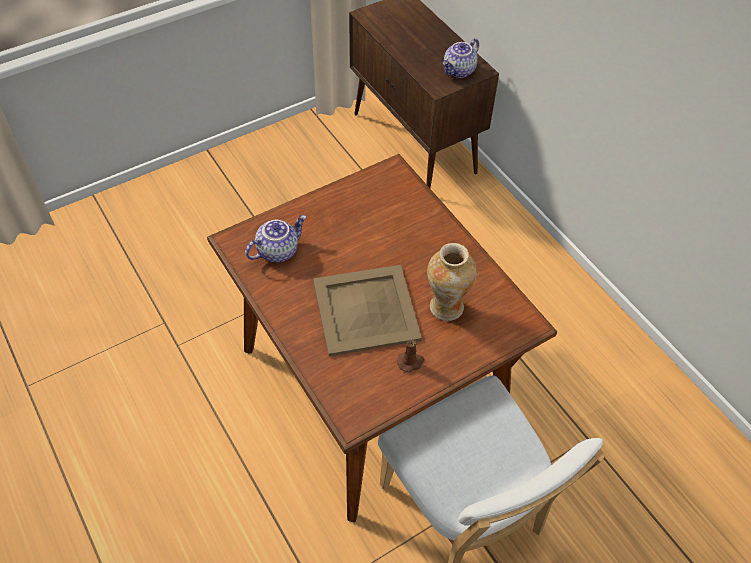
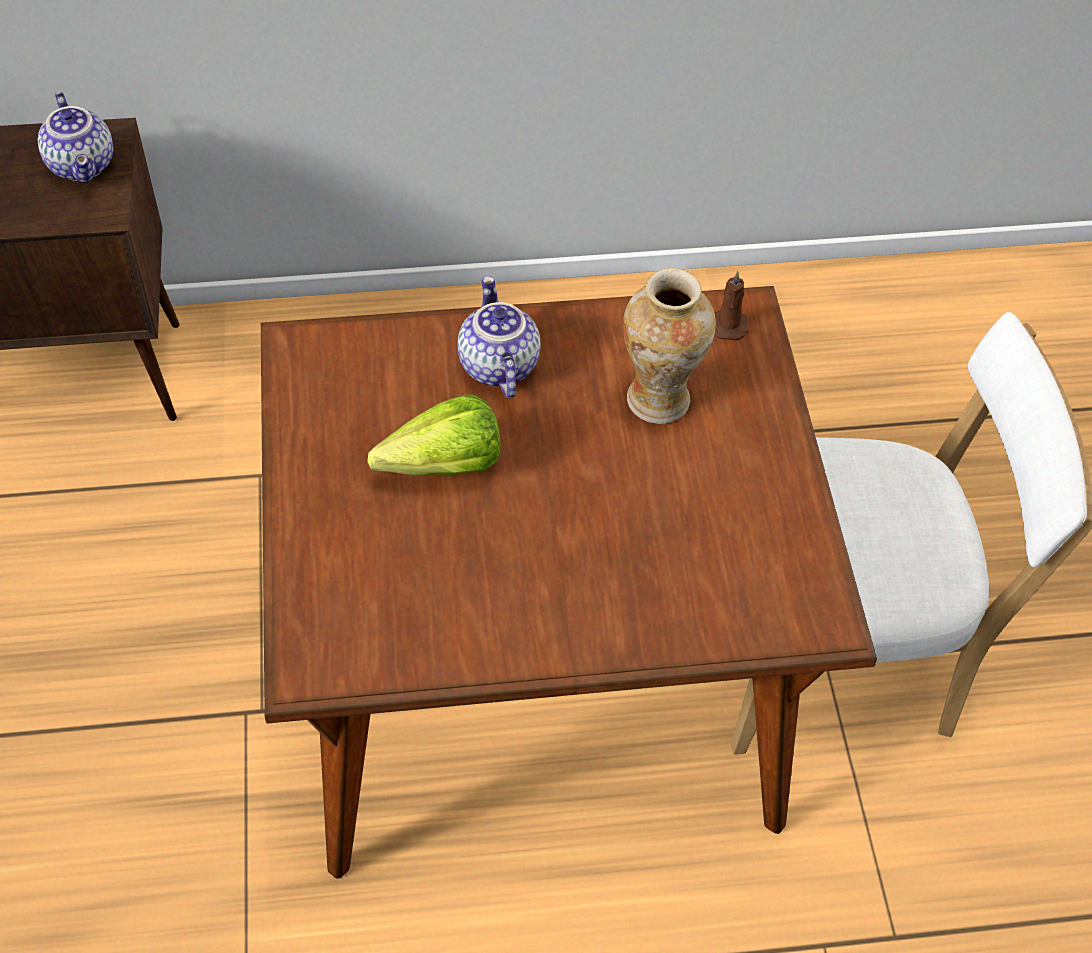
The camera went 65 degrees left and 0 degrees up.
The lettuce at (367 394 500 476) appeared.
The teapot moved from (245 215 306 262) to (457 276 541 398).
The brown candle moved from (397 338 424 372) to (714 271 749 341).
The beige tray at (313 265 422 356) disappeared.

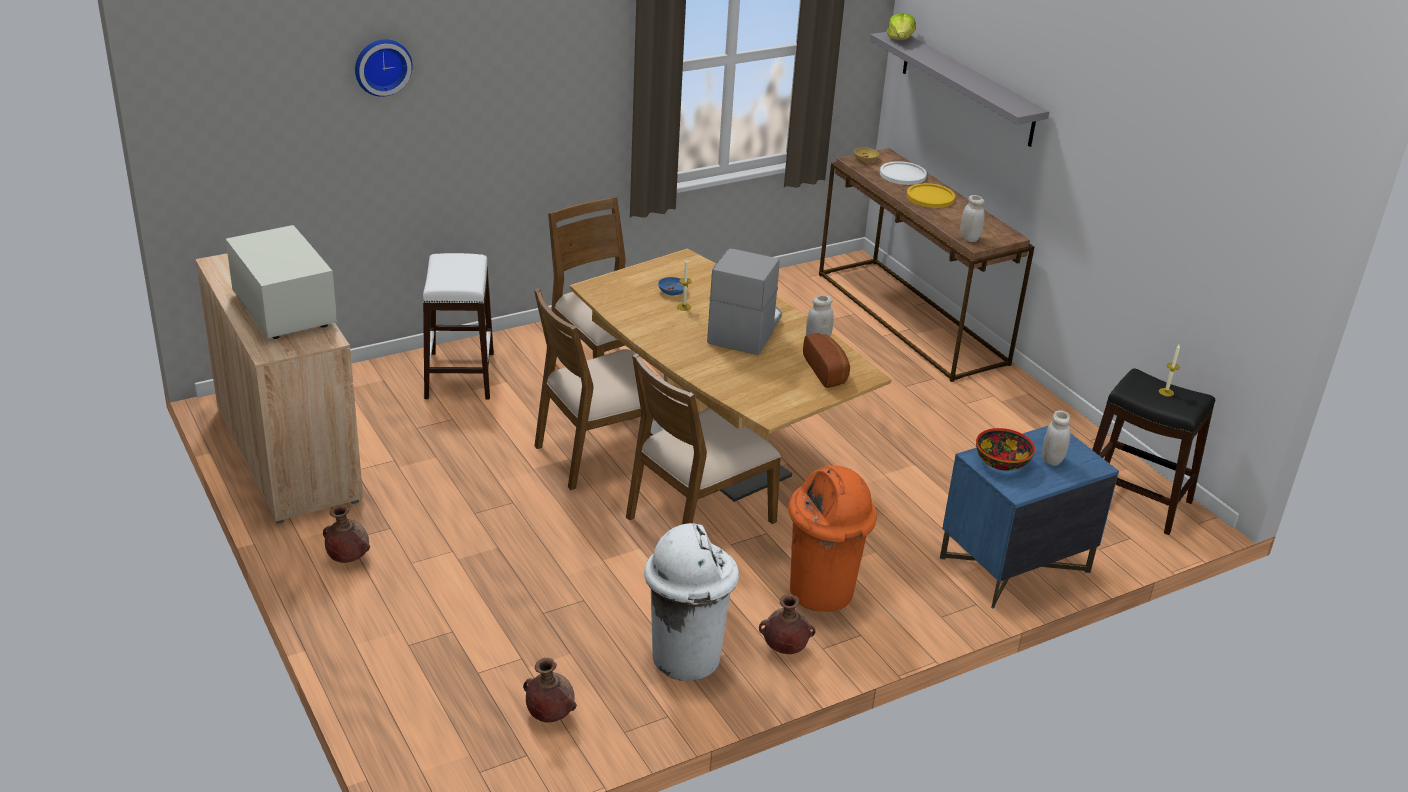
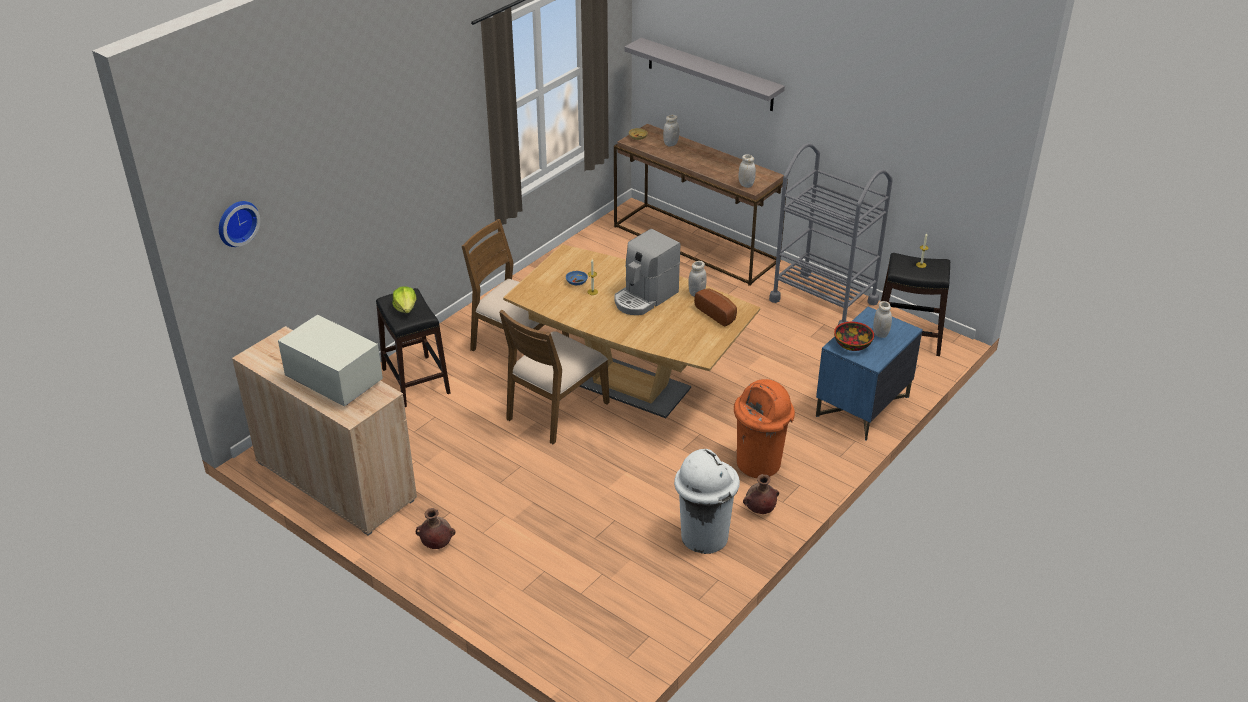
The camera went 20 degrees left and 5 degrees up.
The wall clock moved from (355 39 412 97) to (219 201 260 247).
The white stool at (423 253 494 400) became the black stool at (376 288 451 407).
The lettuce moved from (887 13 916 40) to (392 286 416 313).
The coffee machine at (707 248 782 355) turned 135 degrees counterclockwise.
The white plate at (880 161 927 185) was replaced by the white jar at (663 115 679 146).
The grey cart at (769 143 893 325) appeared.
The brown vase at (523 658 577 722) disappeared.
The brown chair at (626 353 781 524) disappeared.
The yellow plate at (907 183 955 208) disappeared.

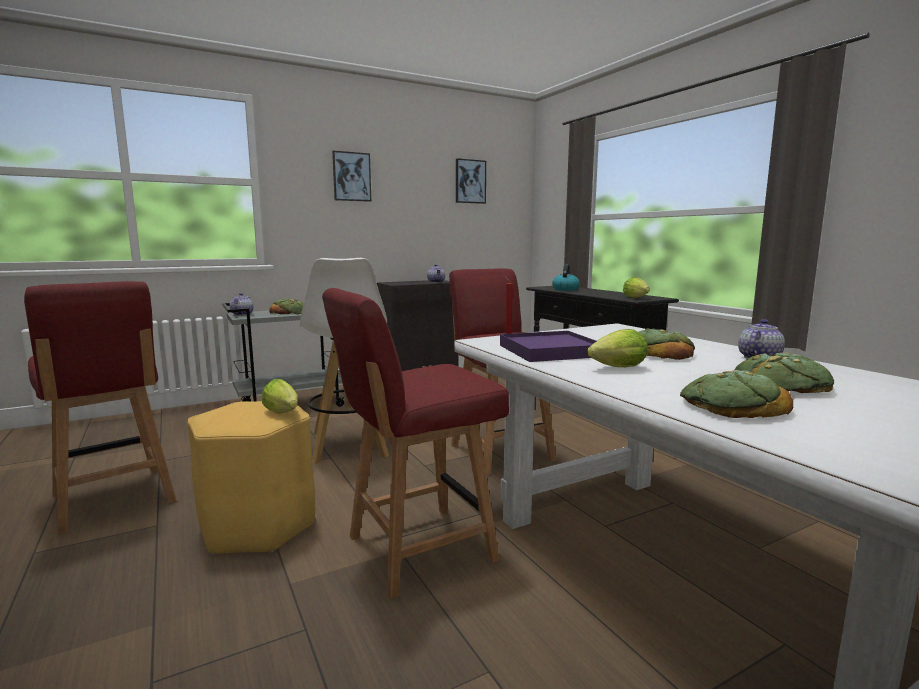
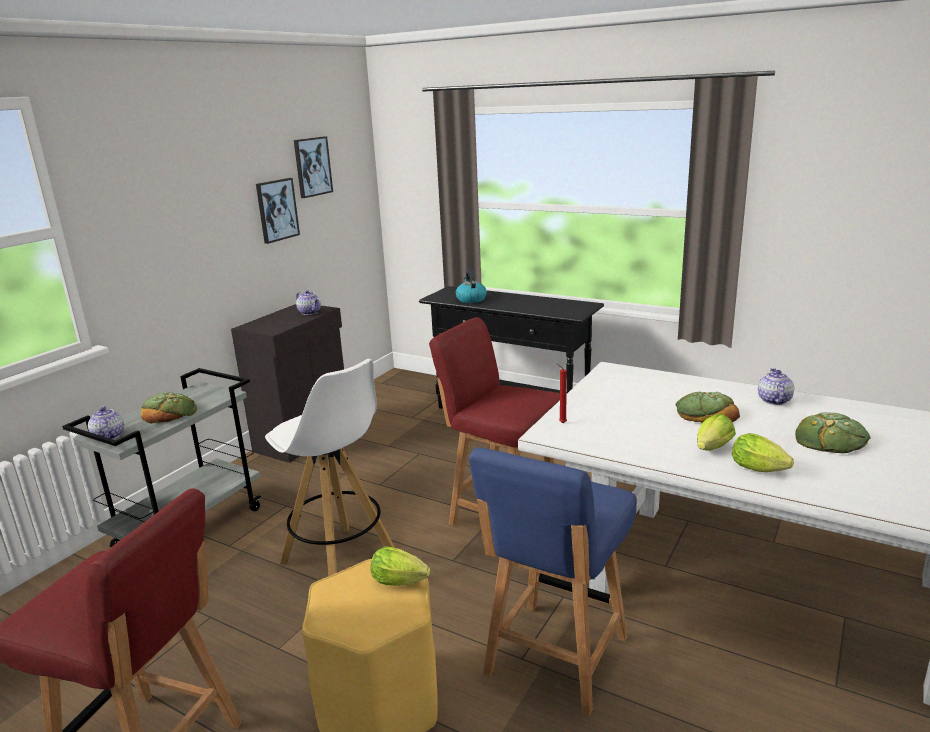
The camera went 30 degrees left and 10 degrees up.
The picture moved from (332 151 371 202) to (256 178 300 244).
The red chair at (322 288 509 599) became the blue chair at (469 447 637 715).
The lettuce moved from (623 277 650 298) to (732 433 794 472).
The purple tray at (500 331 596 362) disappeared.
The bread at (680 370 793 418) disappeared.

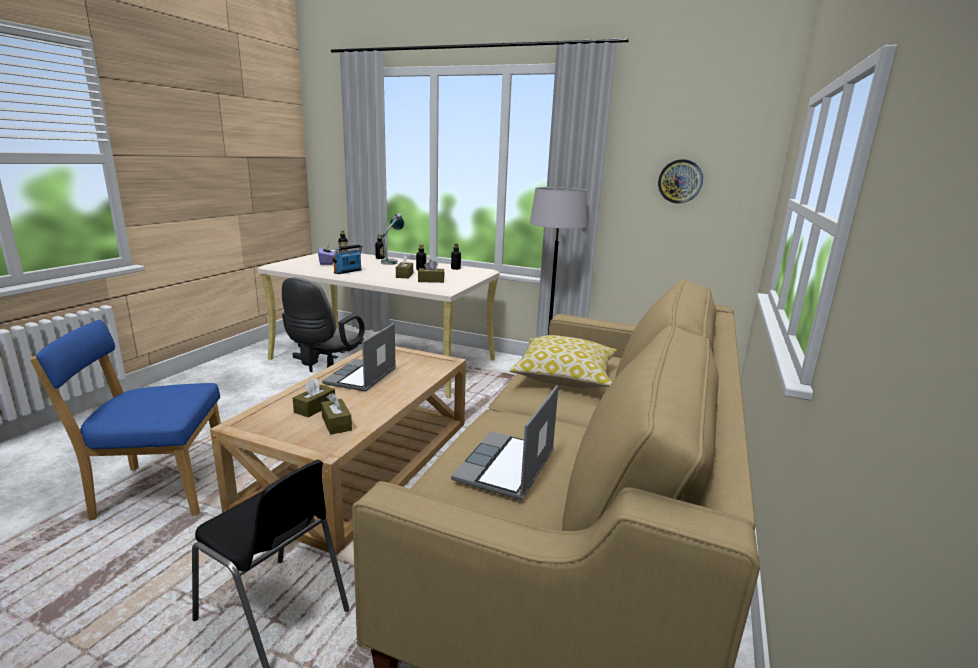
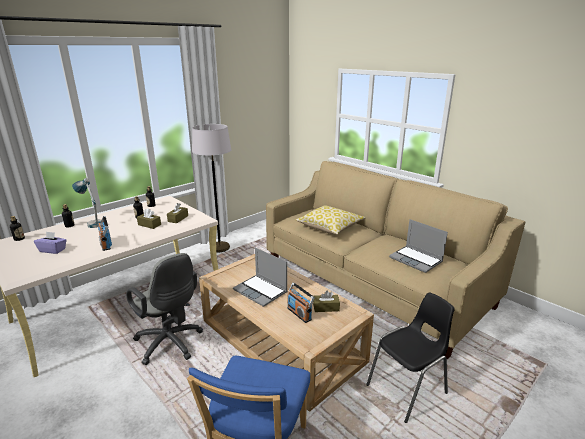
The camera went 65 degrees left and 5 degrees up.
The brown tissue box at (293 378 335 418) was replaced by the radio at (287 283 315 323).
The wall clock at (658 159 703 204) disappeared.

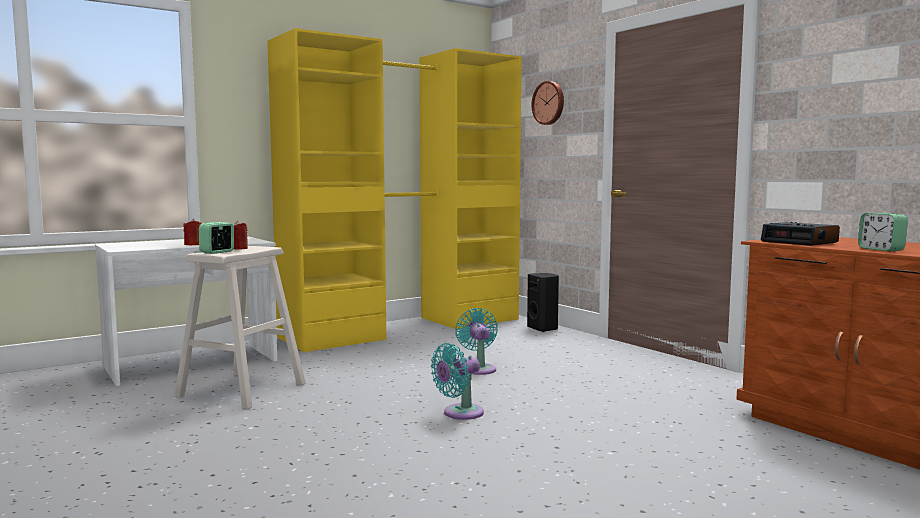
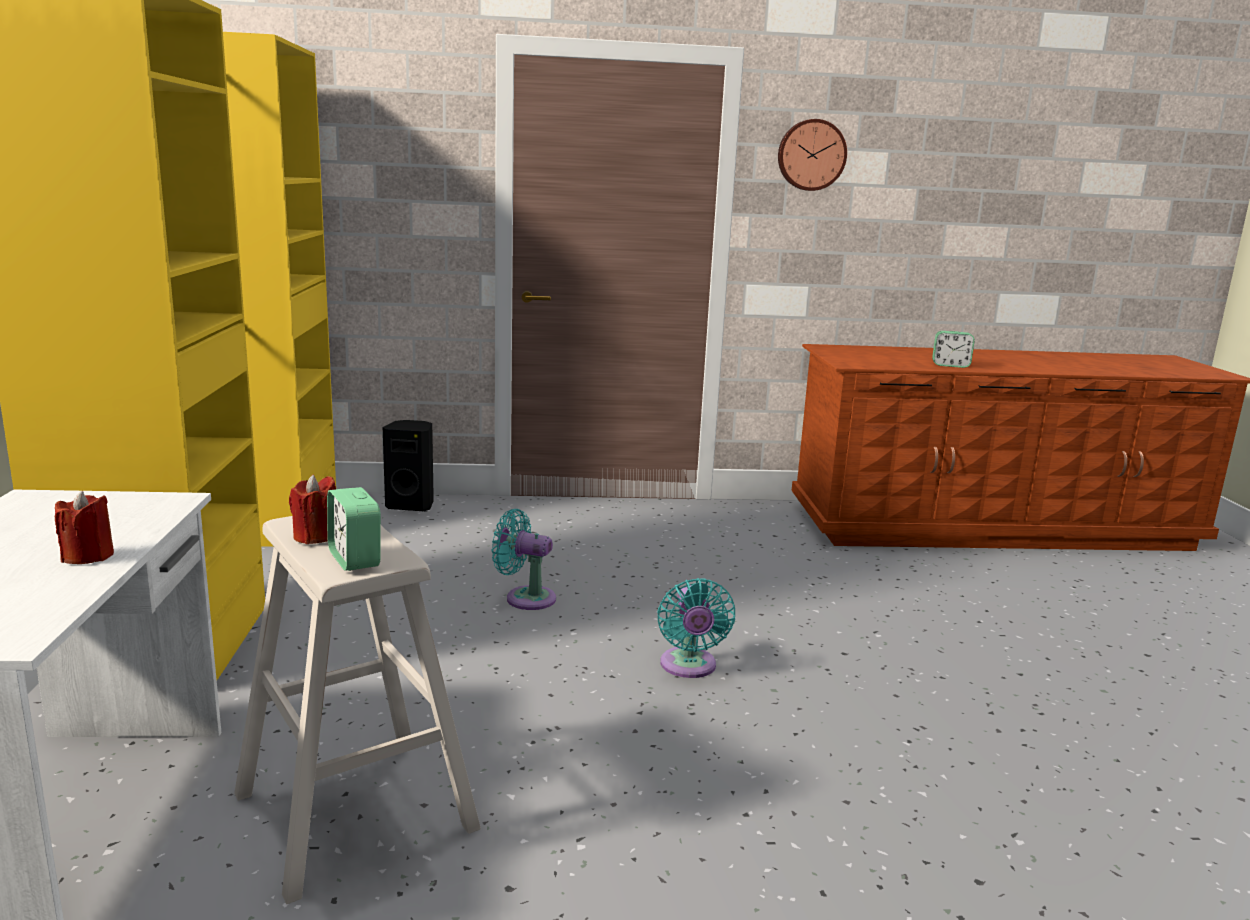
The camera went 60 degrees left and 10 degrees up.
The wall clock moved from (531 81 564 125) to (778 119 847 191).
The alarm clock at (761 222 840 246) disappeared.

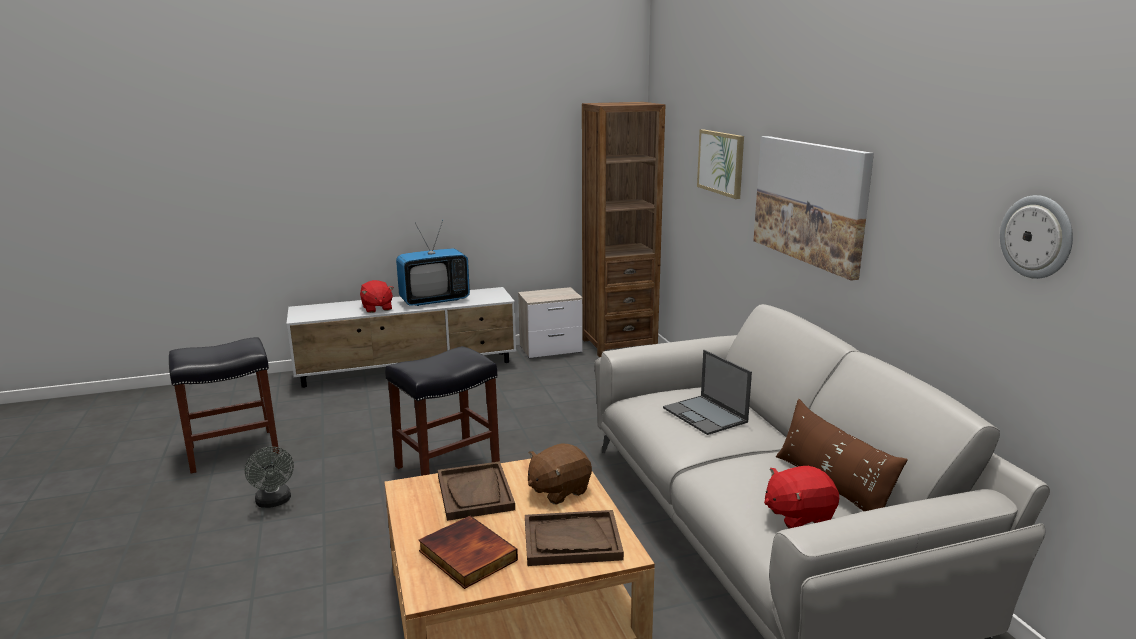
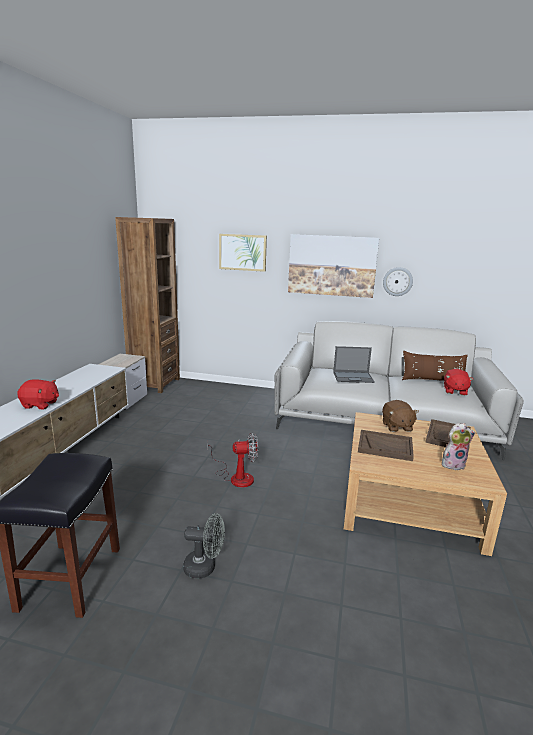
The camera went 60 degrees left and 0 degrees up.
The black stool at (385 346 500 476) was replaced by the fan at (207 432 258 487).
The wall clock moved from (1000 195 1073 279) to (383 267 413 296).
The book at (418 516 518 589) was replaced by the plush toy at (442 423 475 470).
The television at (396 220 470 306) disappeared.

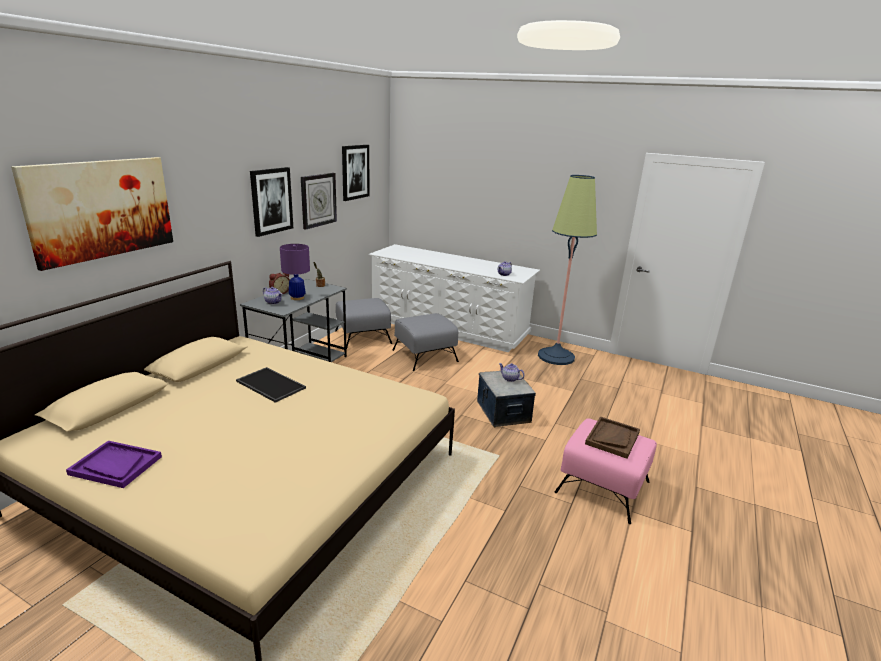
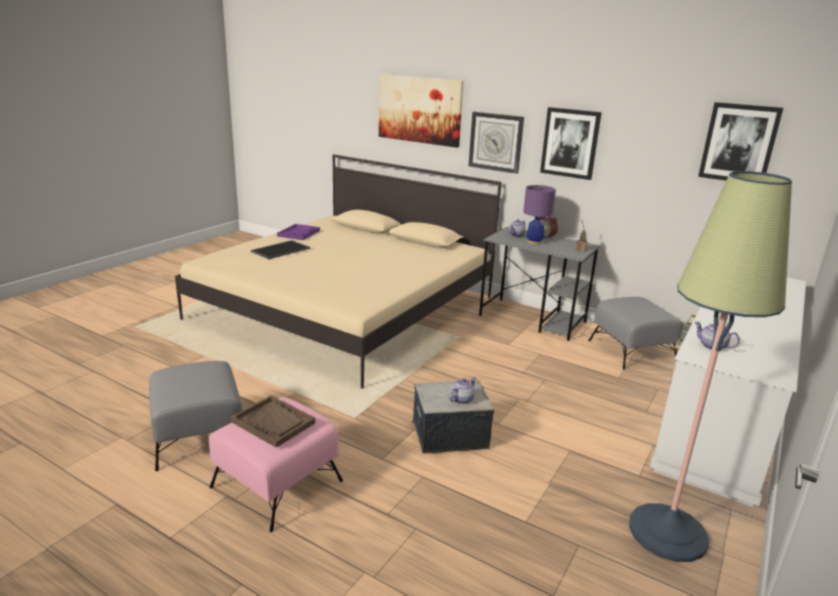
The camera went 95 degrees right and 0 degrees up.
The grey ottoman moved from (392 313 459 371) to (149 361 243 471).
The tray moved from (236 367 306 403) to (251 240 310 259).
The wall clock moved from (301 173 337 229) to (468 112 524 174).

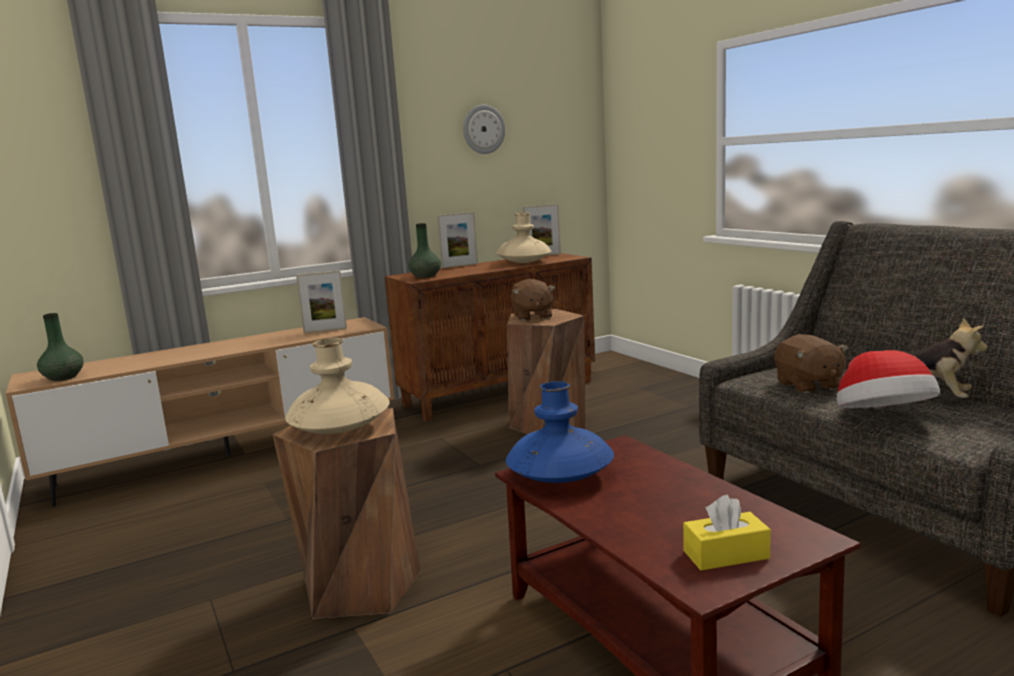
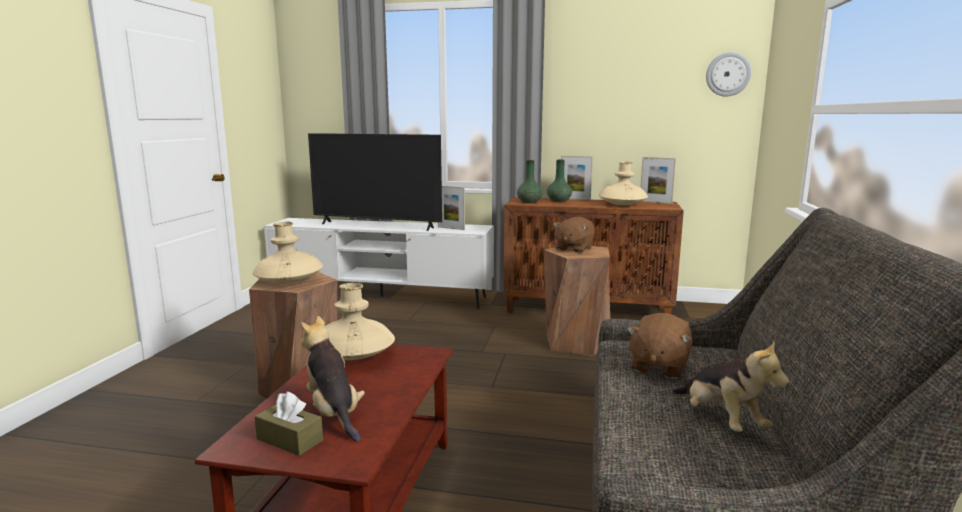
The camera went 40 degrees right and 0 degrees up.
The yellow tissue box at (683 495 771 571) became the brown tissue box at (255 392 323 456).
The brown tv stand at (6 317 394 507) became the white tv stand at (264 218 494 308).
The plush toy at (301 316 365 441) appeared.
The television at (308 133 442 231) appeared.
The blue vase at (506 381 614 483) became the beige vase at (325 283 395 360).
The green vase moved from (37 313 84 381) to (547 160 572 202).
The wall clock moved from (463 105 505 154) to (706 52 751 96).
The hat at (837 350 940 408) disappeared.

